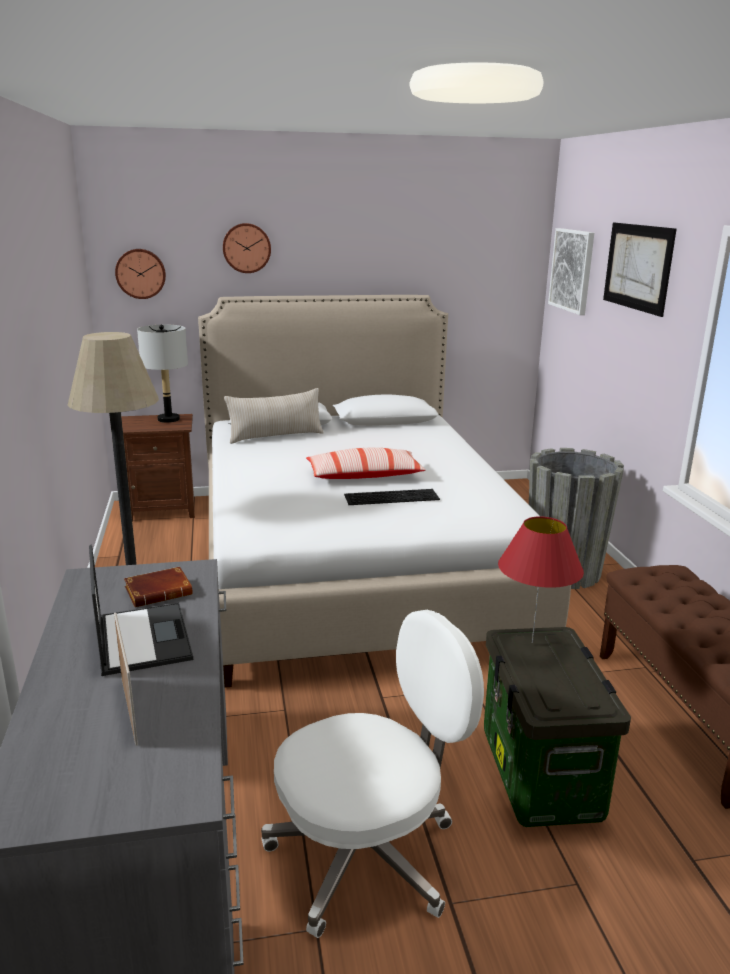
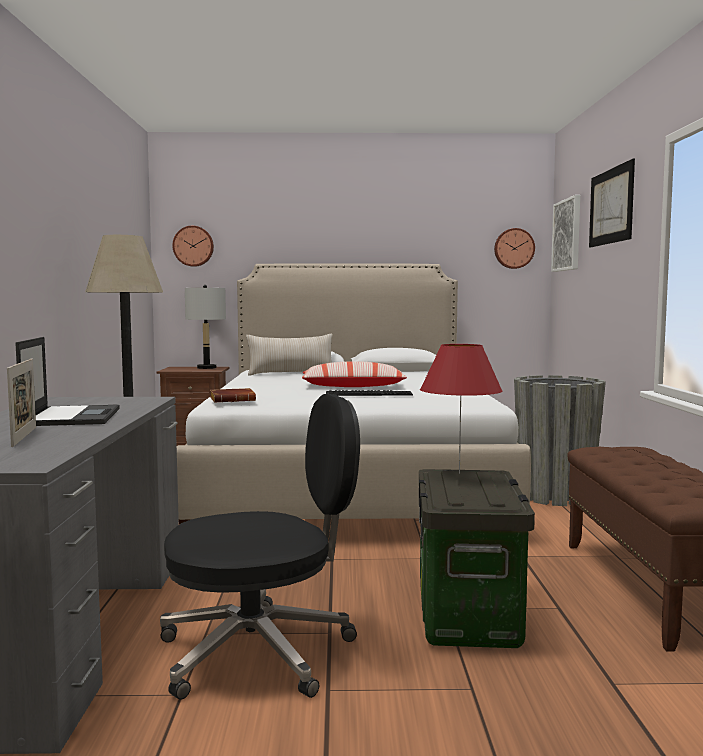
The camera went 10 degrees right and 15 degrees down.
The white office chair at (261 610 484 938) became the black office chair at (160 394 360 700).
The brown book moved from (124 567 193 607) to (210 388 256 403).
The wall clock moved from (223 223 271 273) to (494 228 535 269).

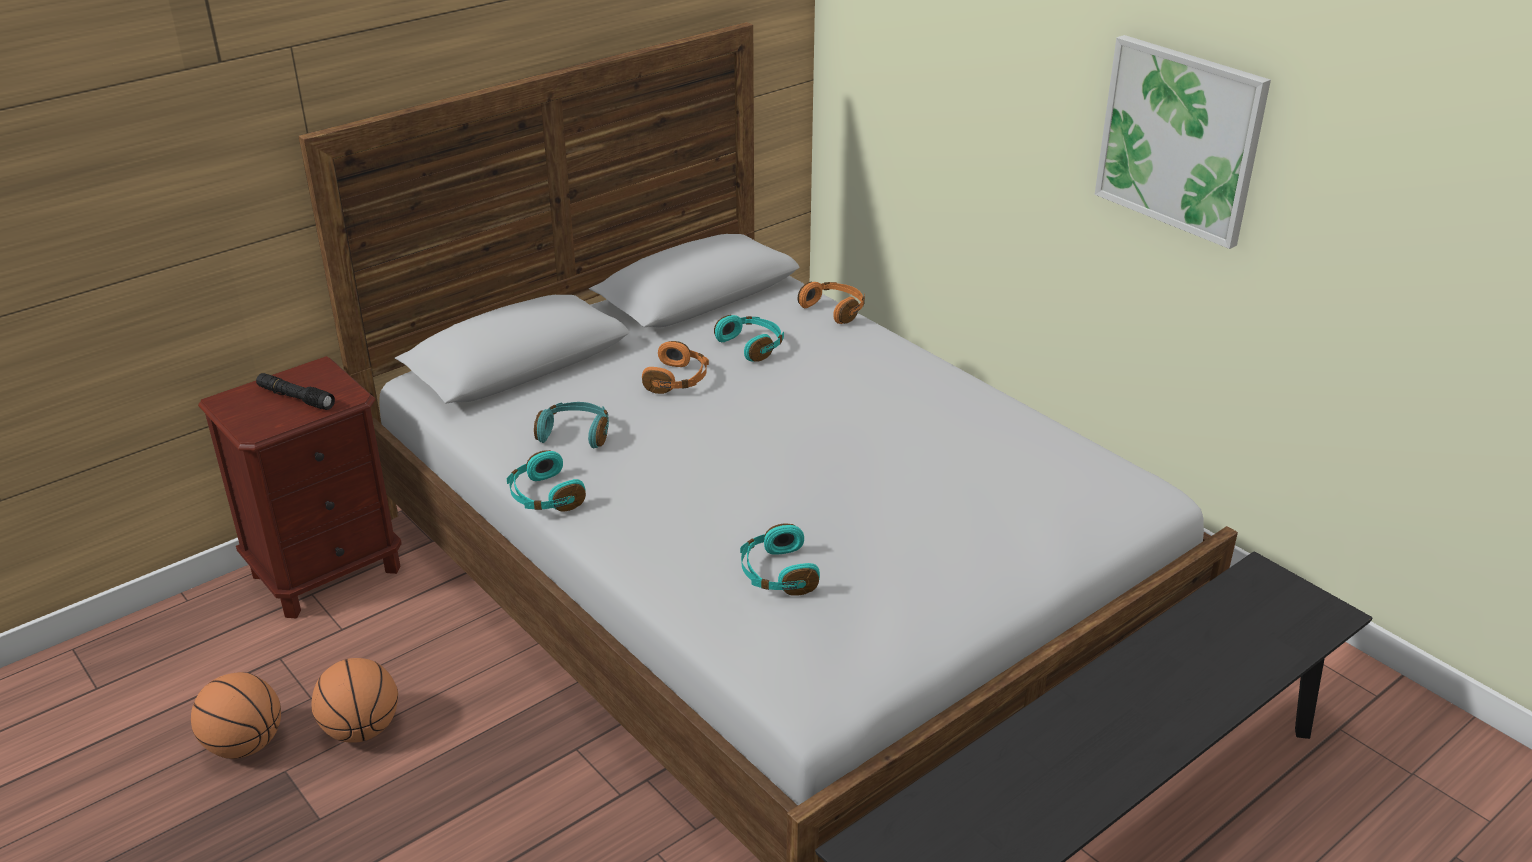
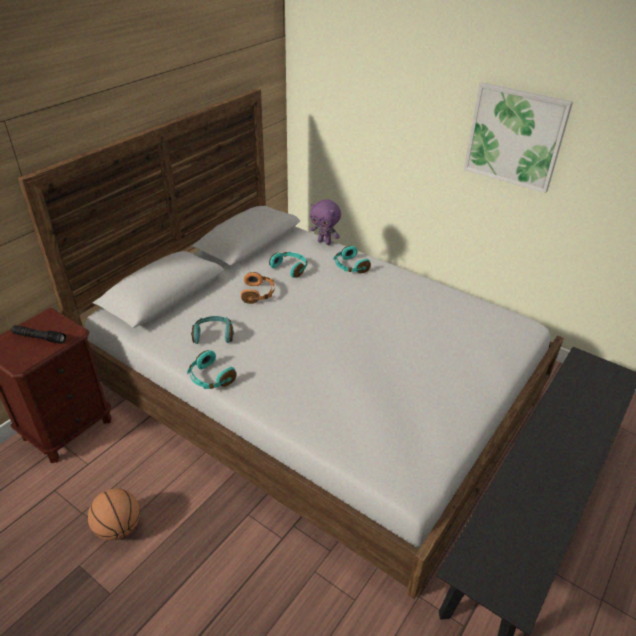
The camera went 15 degrees left and 5 degrees up.
The orange headphones at (798 282 865 324) was replaced by the purple plush toy at (310 199 341 245).
The turquoise headphones moved from (740 523 820 596) to (334 246 371 273).
The basketball at (191 672 281 759) disappeared.

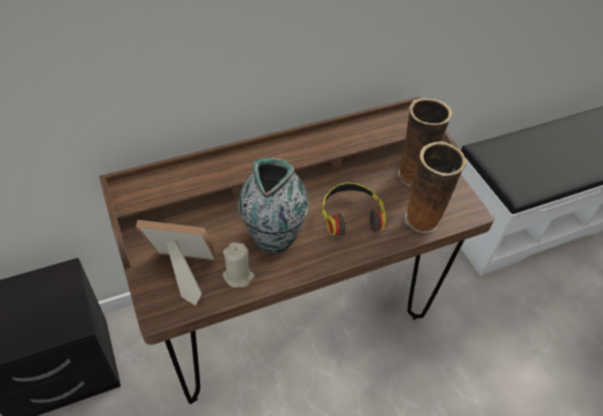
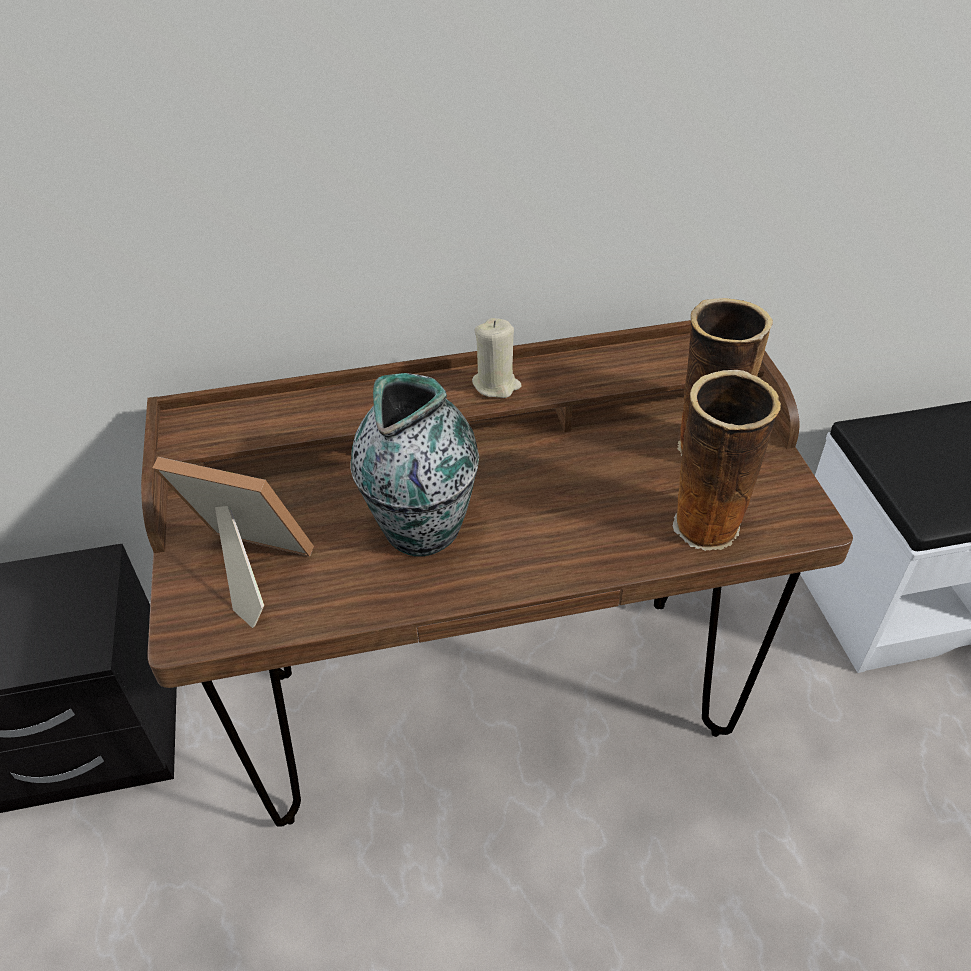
The camera went 15 degrees right and 5 degrees down.
The beige candle moved from (223 242 255 288) to (472 318 521 398).
The headphones at (322 182 386 236) disappeared.

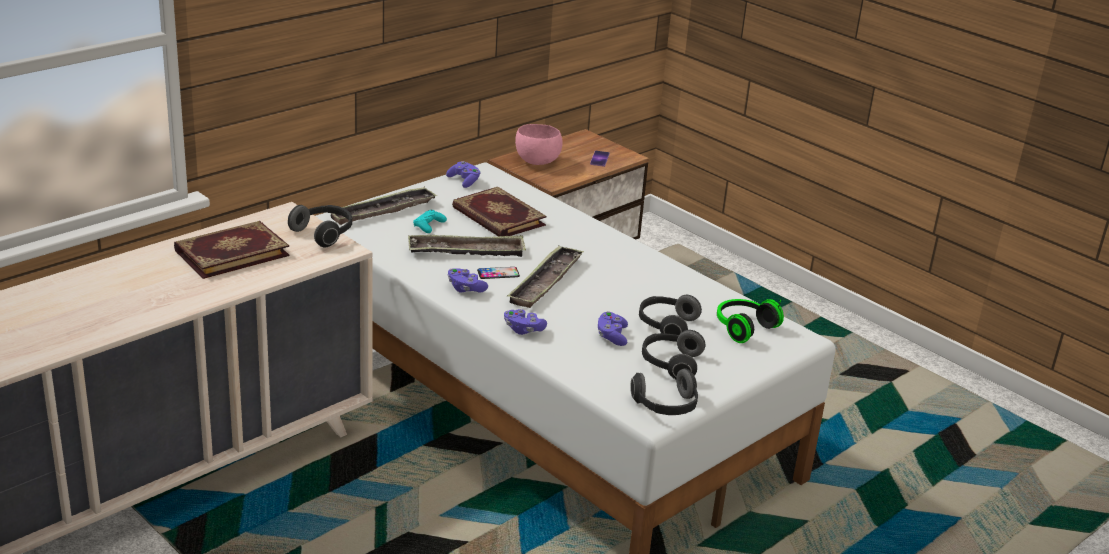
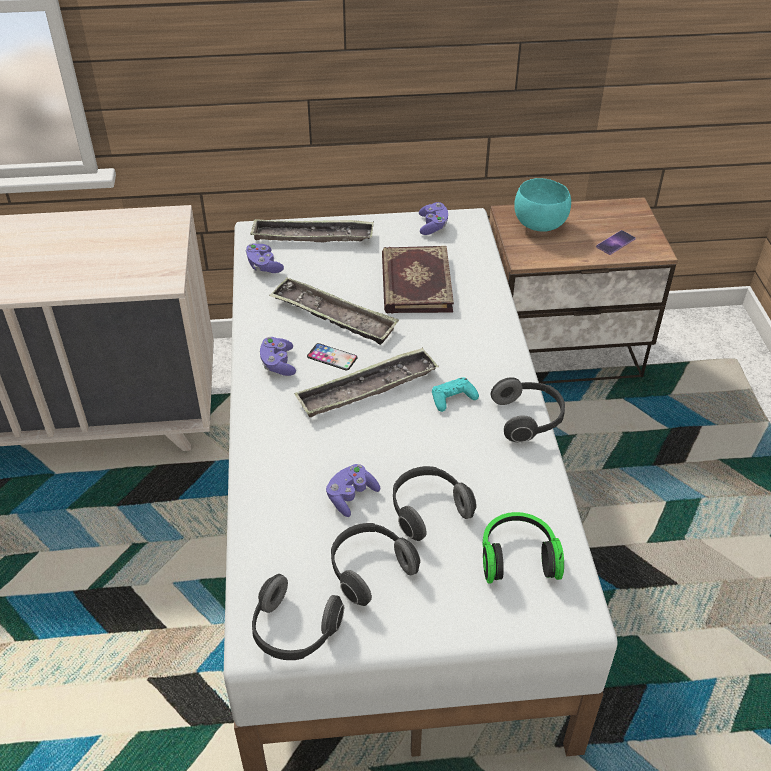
The camera went 40 degrees right and 15 degrees up.
The purple game controller moved from (504 309 547 335) to (246 243 284 273).
The turquoise game controller moved from (413 210 447 233) to (432 377 479 412).
The headphones moved from (288 205 352 247) to (491 377 565 442).
The pink bowl at (515 124 563 165) became the turquoise bowl at (514 178 571 231).
The book at (174 221 290 279) disappeared.

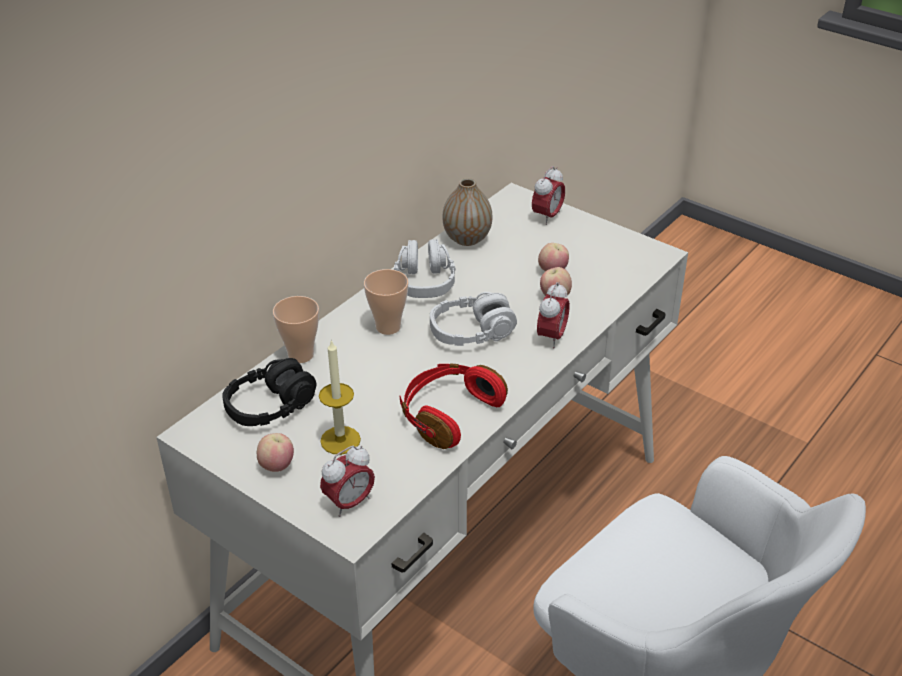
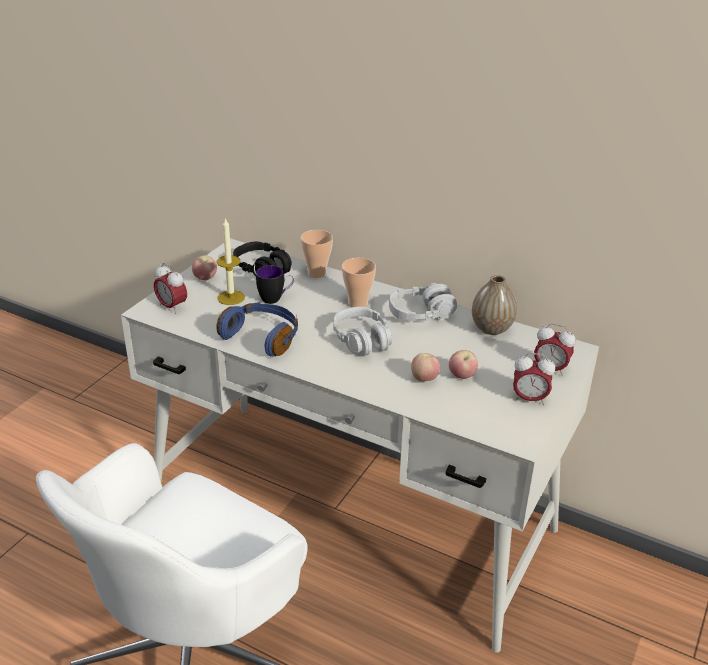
The camera went 80 degrees right and 5 degrees down.
The red headphones at (399 363 508 449) became the blue headphones at (216 302 298 357).
The mug at (256 266 295 304) appeared.
The alarm clock moved from (537 282 570 348) to (513 353 555 405).

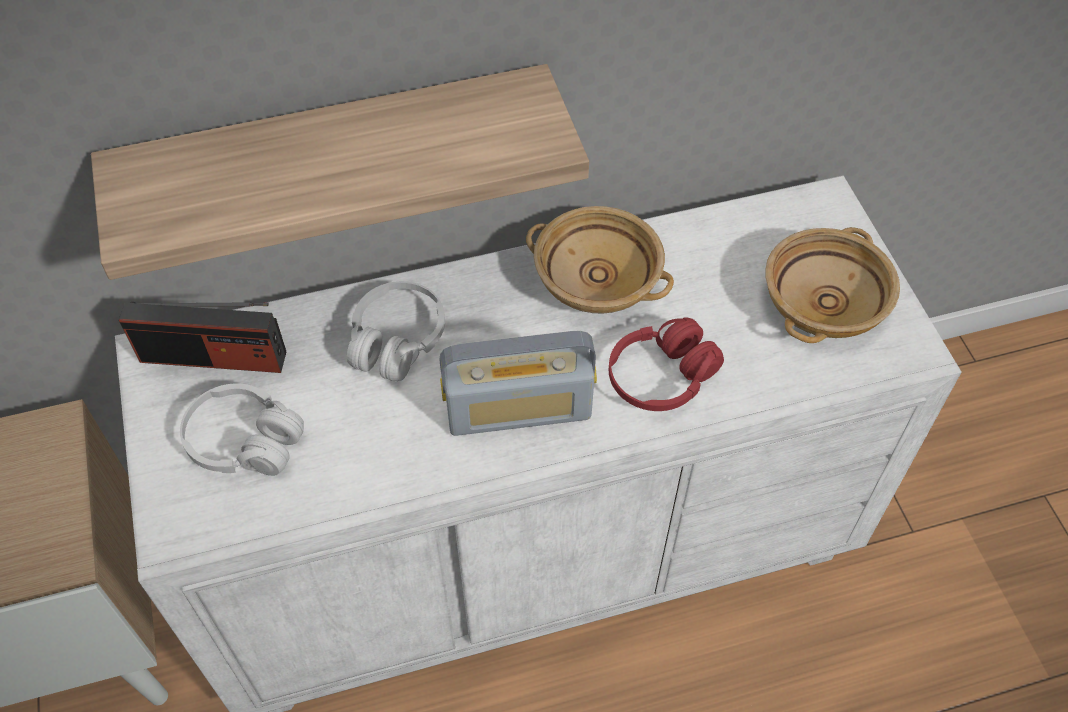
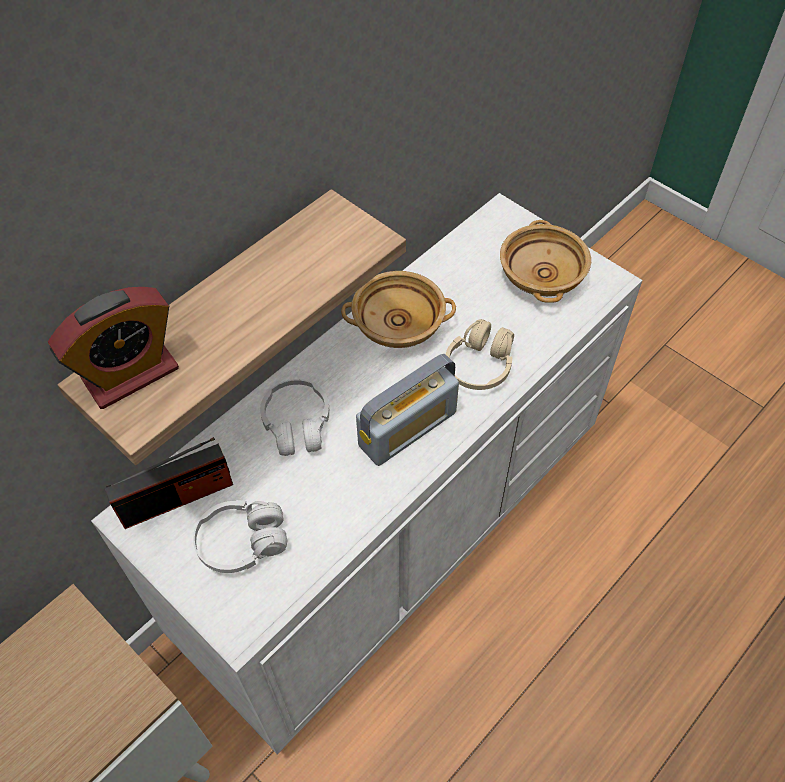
The camera went 30 degrees left and 0 degrees up.
The alarm clock at (48 287 179 409) appeared.
The red headphones at (609 317 724 411) became the beige headphones at (446 319 514 390).

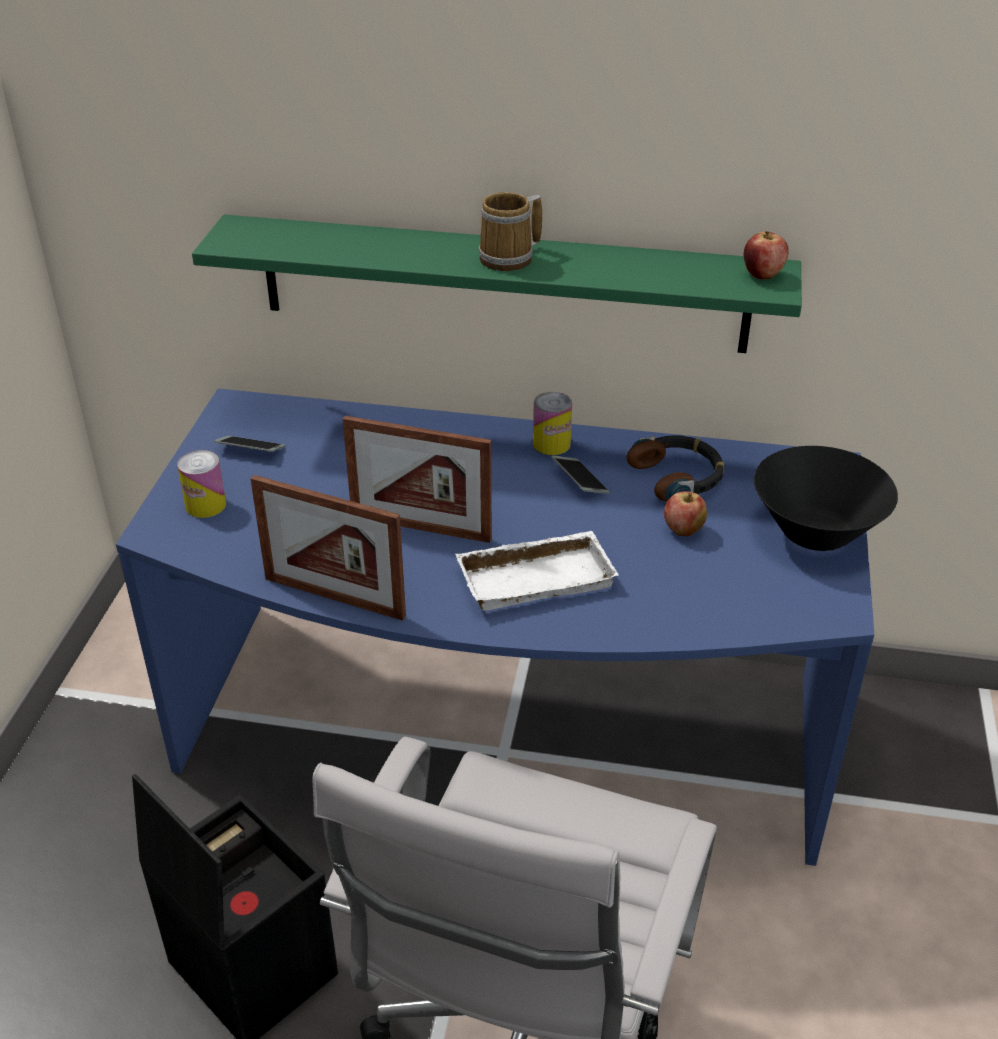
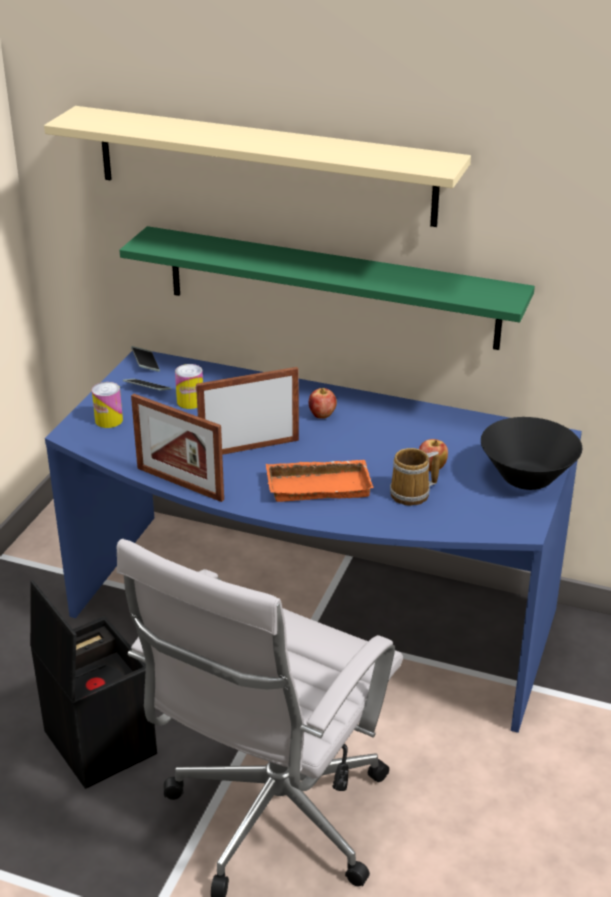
The camera went 10 degrees right and 5 degrees down.
The beige shelf at (44 106 471 227) appeared.
The phone moved from (551 455 610 494) to (131 346 160 372).
The can moved from (533 392 572 455) to (175 364 203 409).
The picture frame at (343 416 492 543) turned 135 degrees clockwise.
The white tray at (455 531 619 611) became the orange tray at (266 460 373 502).
The apple moved from (744 231 789 279) to (308 388 337 419).
The mug moved from (478 192 542 271) to (390 448 440 506).
The headphones at (626 435 724 502) disappeared.

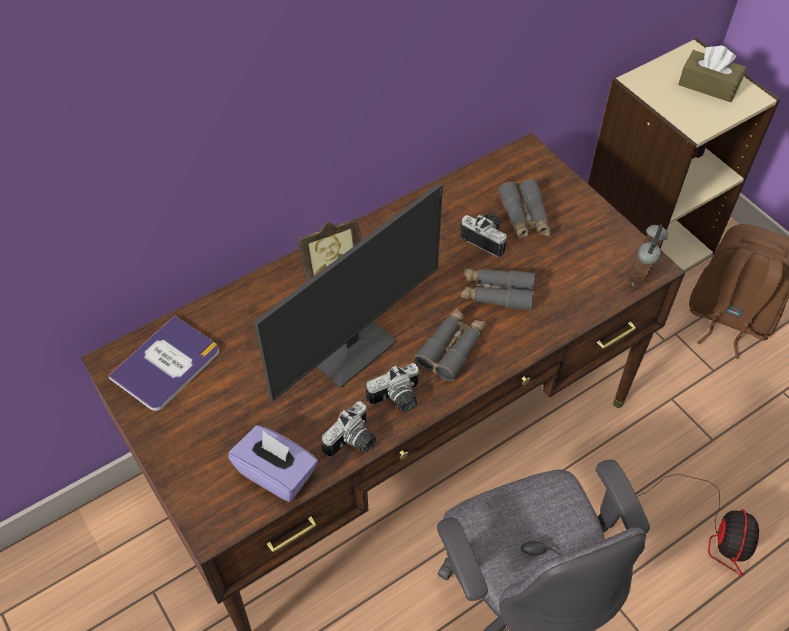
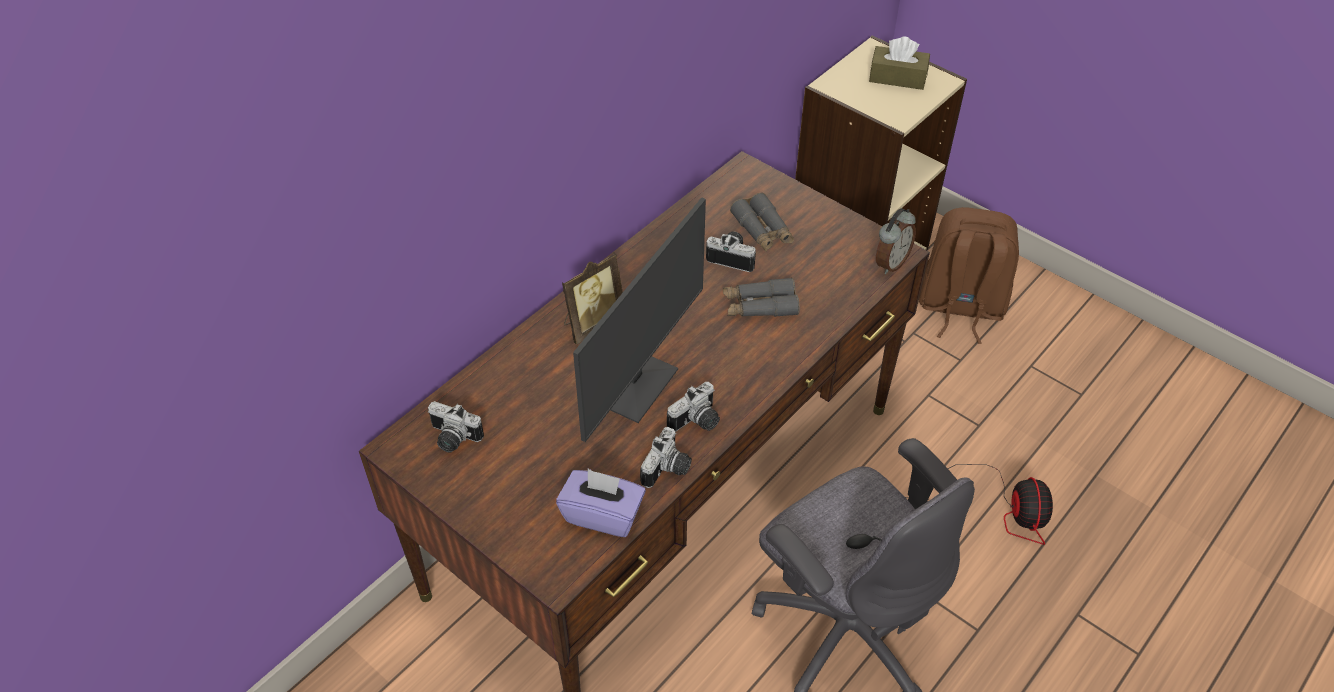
The camera went 15 degrees left and 5 degrees down.
The book at (108 315 219 411) was replaced by the photo camera at (428 401 484 452).
The alarm clock at (628 224 668 287) turned 150 degrees counterclockwise.
The grey binoculars at (414 308 486 381) disappeared.

